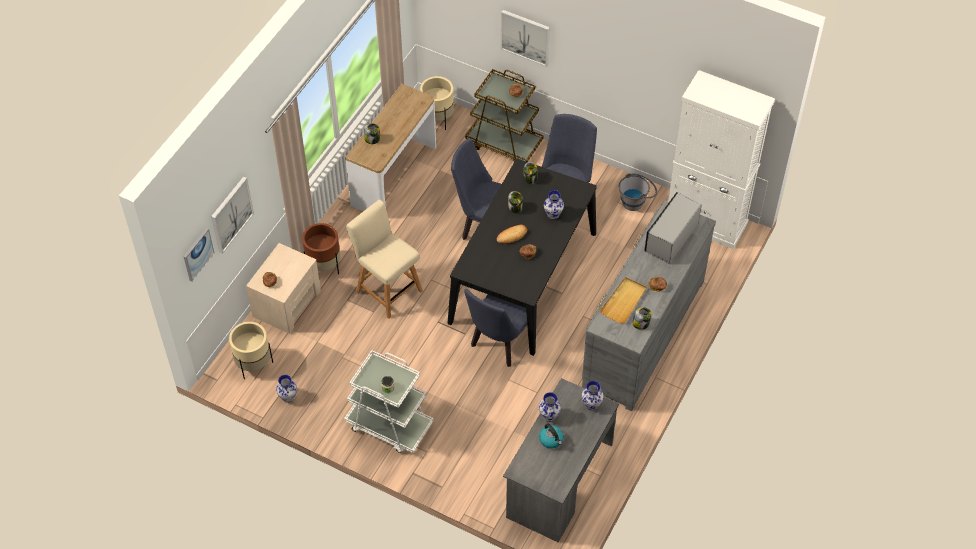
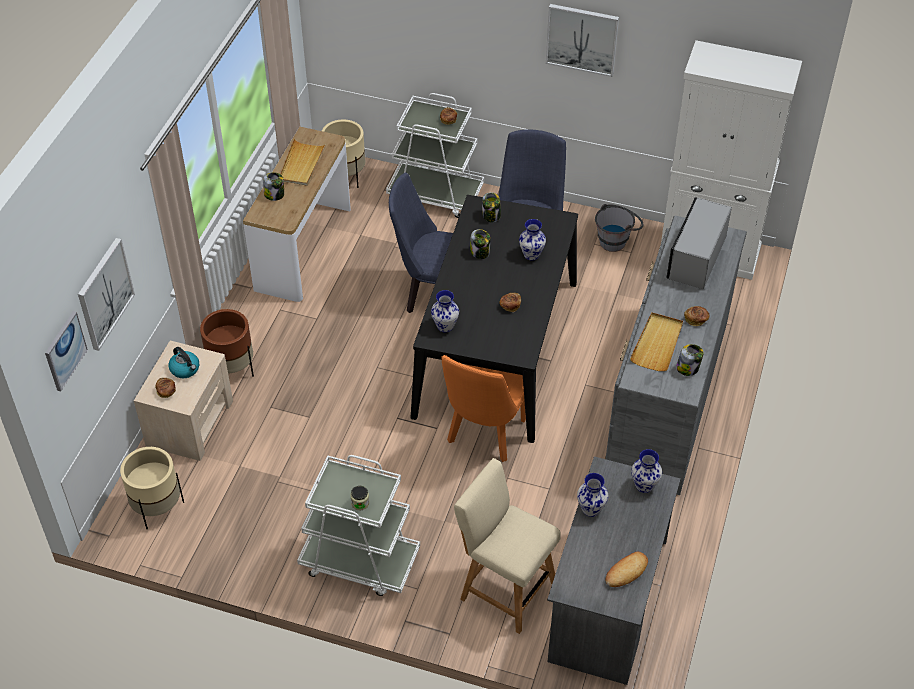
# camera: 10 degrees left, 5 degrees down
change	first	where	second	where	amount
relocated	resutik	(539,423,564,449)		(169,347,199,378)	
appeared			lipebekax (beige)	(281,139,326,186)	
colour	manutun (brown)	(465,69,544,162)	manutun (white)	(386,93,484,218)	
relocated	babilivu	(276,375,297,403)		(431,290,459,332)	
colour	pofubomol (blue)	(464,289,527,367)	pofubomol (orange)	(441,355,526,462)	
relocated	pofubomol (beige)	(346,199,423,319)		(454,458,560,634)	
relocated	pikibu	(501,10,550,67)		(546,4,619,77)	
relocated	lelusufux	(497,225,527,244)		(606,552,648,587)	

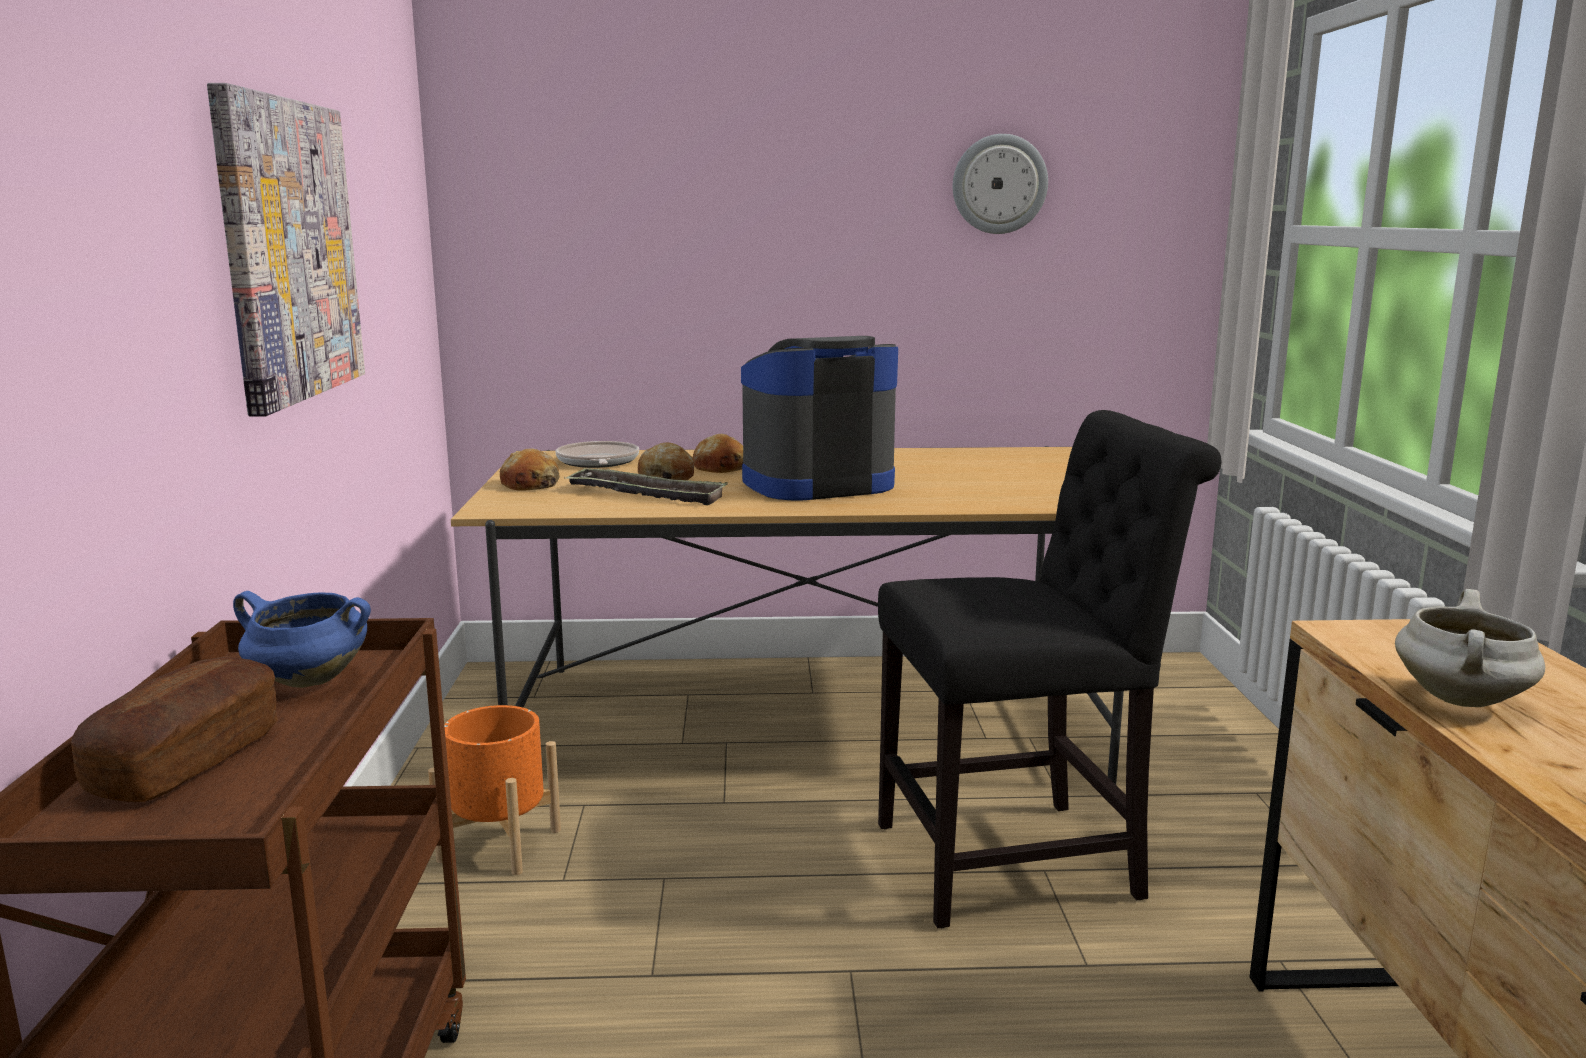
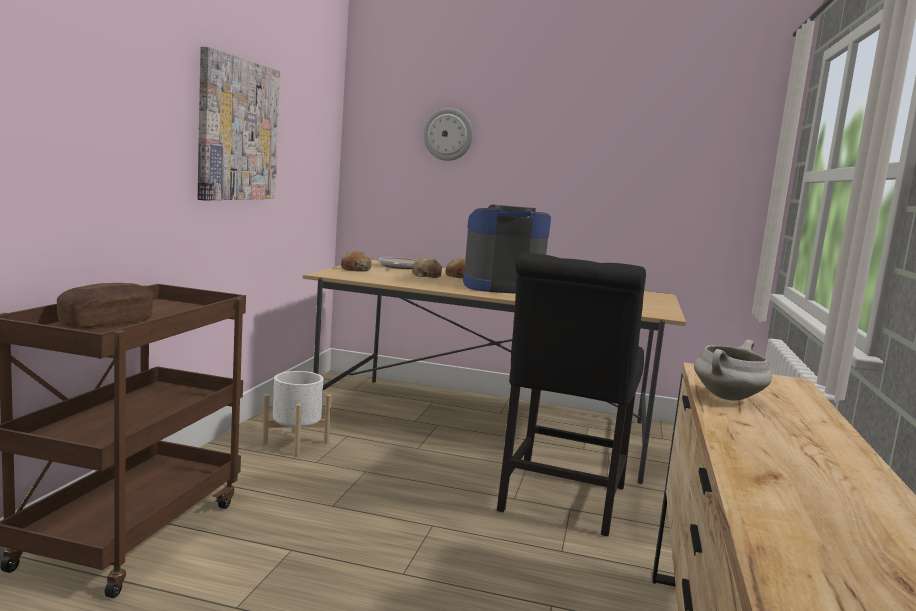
# camera: 15 degrees right, 5 degrees down
change	first	where	second	where	amount
colour	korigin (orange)	(428,705,561,875)	korigin (white)	(262,371,332,456)	
relocated	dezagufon	(953,134,1048,234)		(423,108,473,161)	
spun	pofubomol (black)	(878,410,1222,928)		(497,253,646,536)	105 degrees clockwise
missing	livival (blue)	(233,591,371,688)			
missing	lipebekax	(564,468,728,505)			

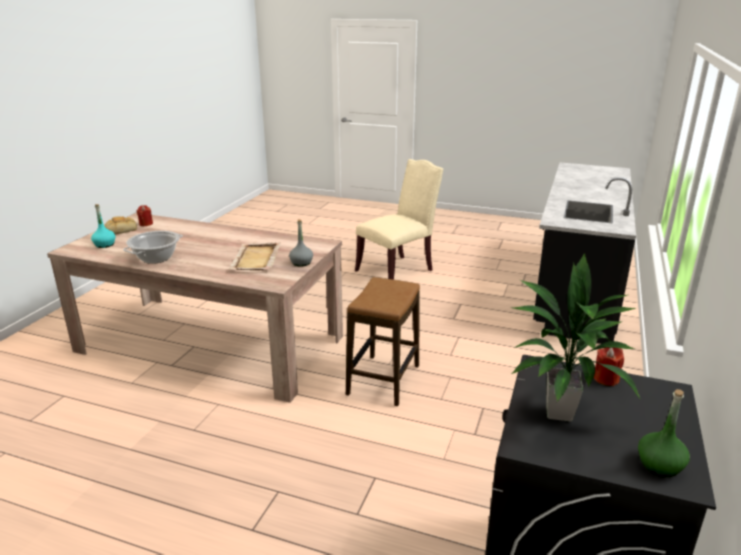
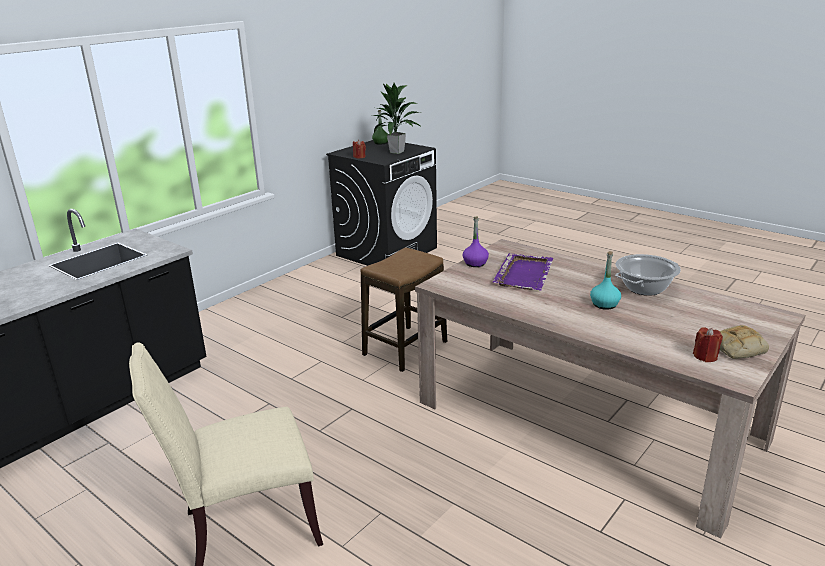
# camera: 160 degrees left, 0 degrees up
change	first	where	second	where	amount
colour	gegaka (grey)	(289,219,313,267)	gegaka (purple)	(463,217,489,267)	
colour	lipebekax (beige)	(229,242,281,270)	lipebekax (purple)	(493,253,553,290)	
relocated	gegaka (turquoise)	(91,204,115,248)		(590,251,621,310)	

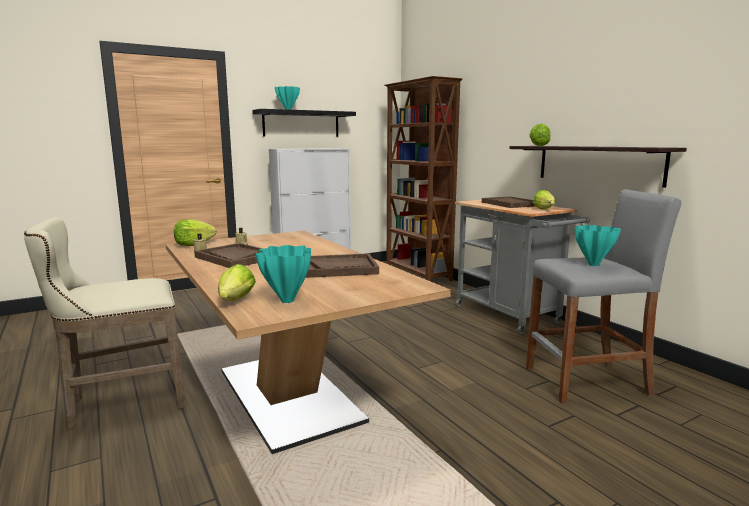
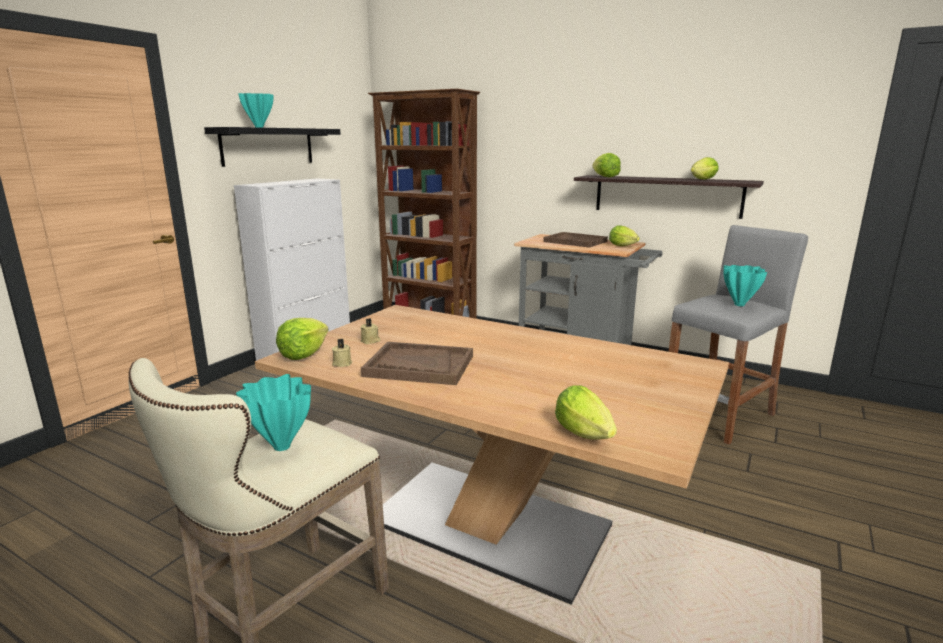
# camera: 30 degrees left, 5 degrees up
change	first	where	second	where	amount
relocated	babilivu (turquoise)	(256,245,311,303)		(236,374,311,451)	
appeared			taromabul	(691,157,719,180)	
missing	lipebekax (brown)	(305,254,379,278)			

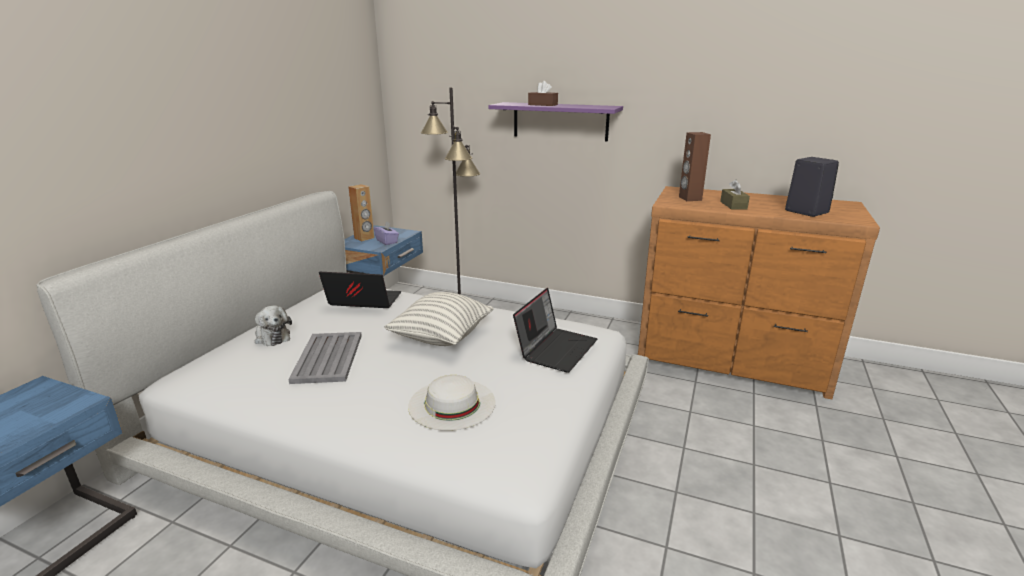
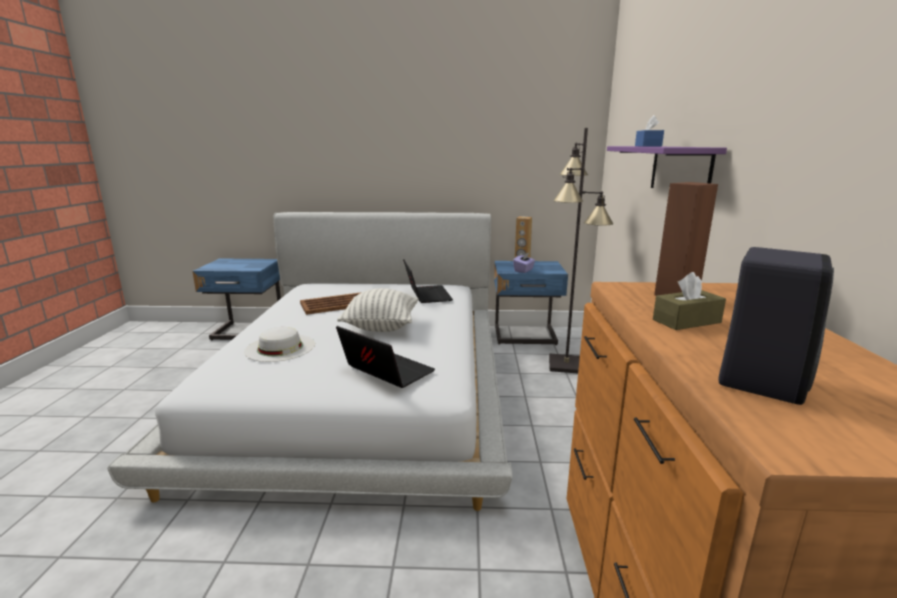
# camera: 70 degrees right, 5 degrees down
change	first	where	second	where	amount
colour	lipebekax (grey)	(288,332,362,384)	lipebekax (brown)	(300,292,361,315)	
spun	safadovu	(513,288,597,373)		(336,326,435,388)	150 degrees counterclockwise
colour	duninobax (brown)	(528,81,558,106)	duninobax (blue)	(635,115,664,147)	
missing	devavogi	(255,305,292,346)			

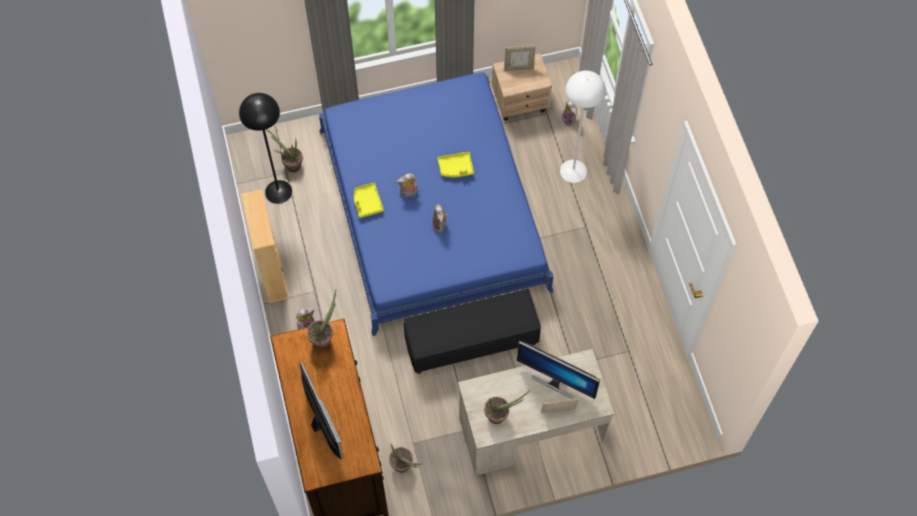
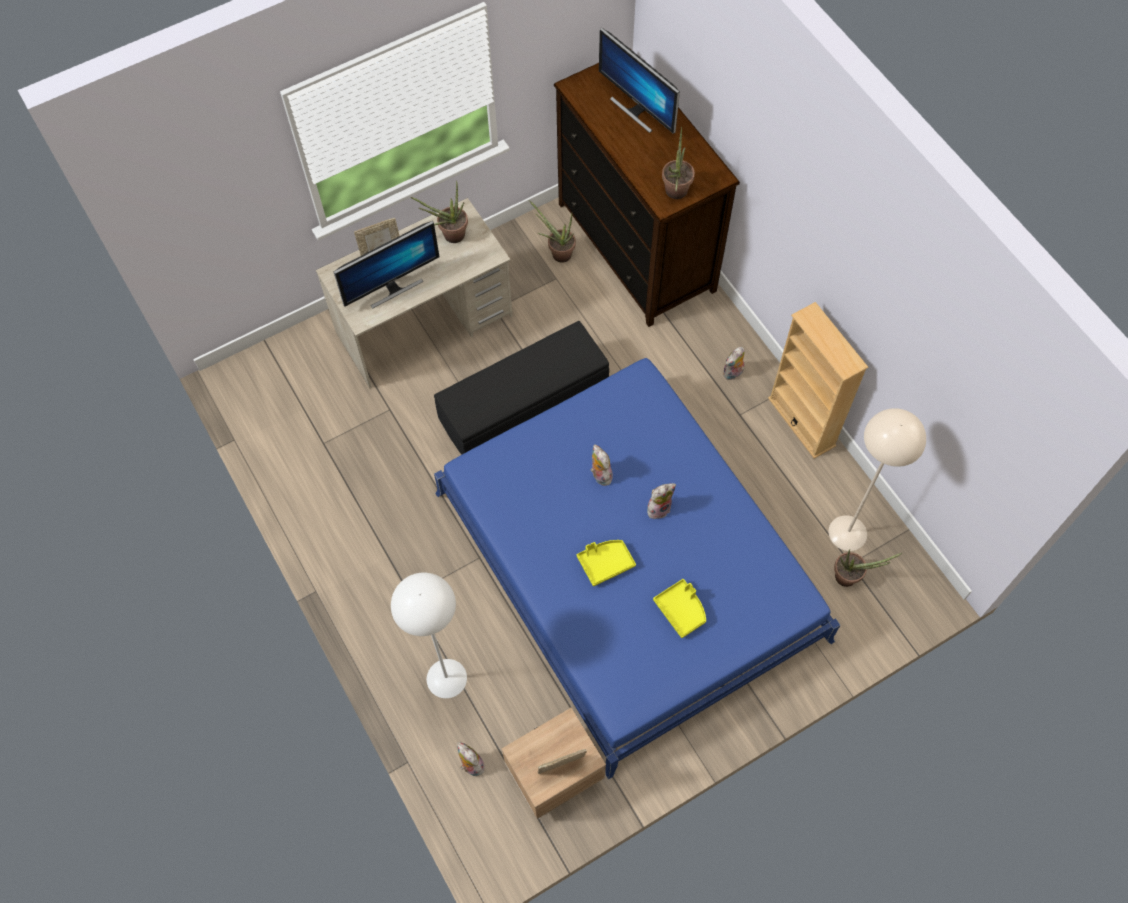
# camera: 165 degrees right, 0 degrees up
change	first	where	second	where	amount
spun	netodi	(517,341,600,399)		(334,221,439,309)	135 degrees clockwise
relocated	lipebekax (yellow)	(354,183,384,218)		(653,579,706,638)	
colour	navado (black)	(239,93,292,204)	navado (beige)	(828,408,926,551)	

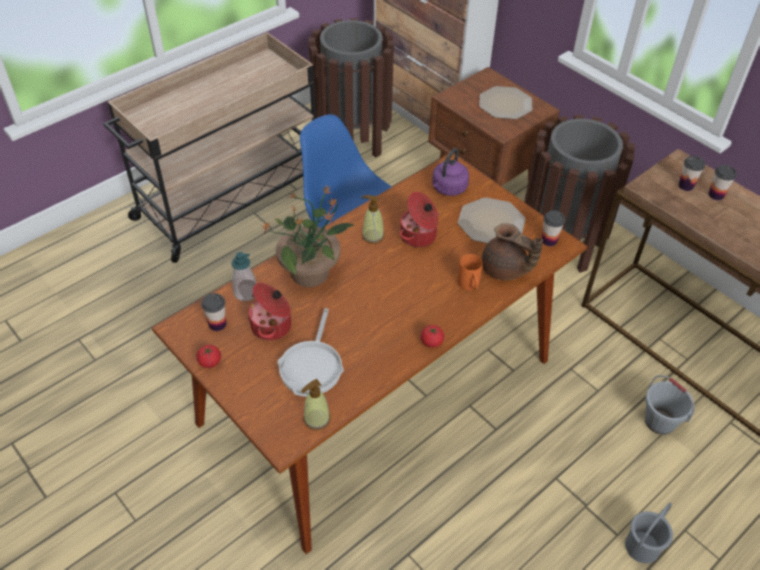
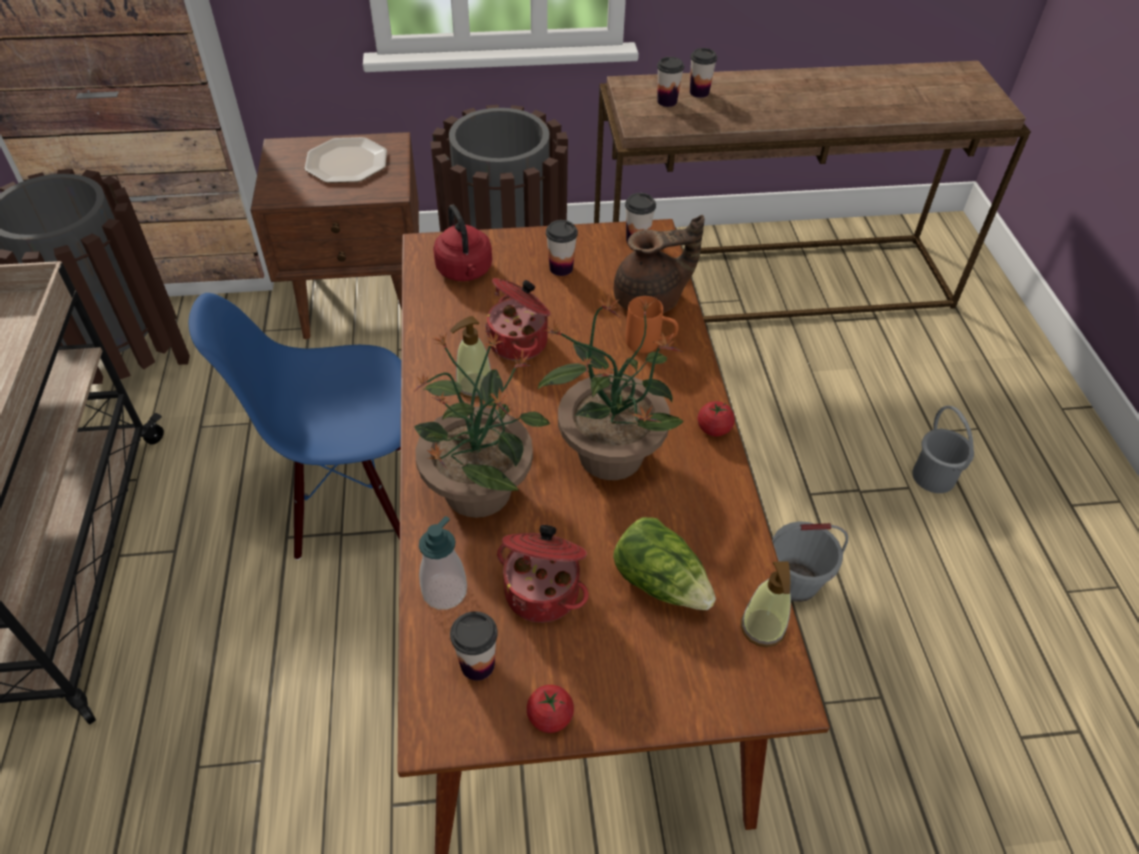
# camera: 55 degrees left, 0 degrees up
change	first	where	second	where	amount
colour	resutik (purple)	(432,148,469,196)	resutik (red)	(433,205,492,281)	
appeared			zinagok	(537,294,684,480)	
exchanged	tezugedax	(458,198,526,243)	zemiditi	(546,220,578,276)	
exchanged	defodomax	(277,308,344,397)	taromabul	(613,517,716,610)	
relocated	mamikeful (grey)	(645,375,695,435)		(772,521,848,602)	

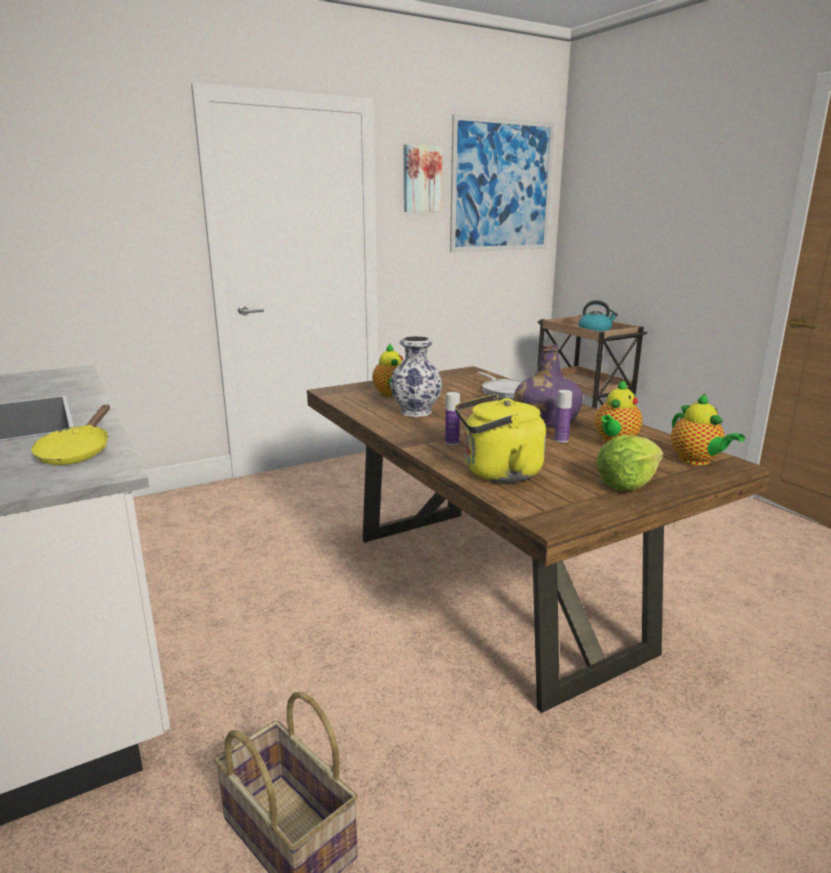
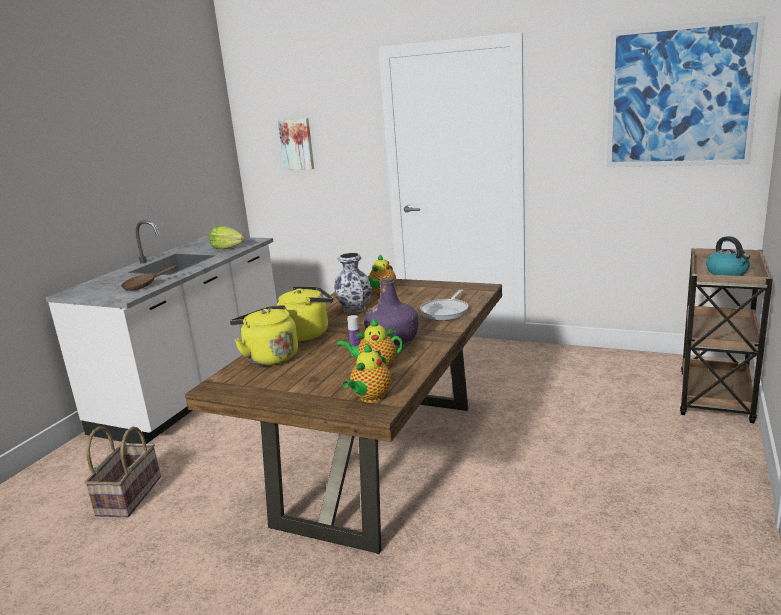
# camera: 55 degrees right, 0 degrees up
change	first	where	second	where	amount
colour	defodomax (yellow)	(31,405,110,465)	defodomax (brown)	(121,265,177,291)	
relocated	taromabul	(597,435,663,491)		(209,226,245,249)	
exchanged	gegaka	(445,392,460,445)	resutik (yellow)	(277,286,333,341)	
relocated	pikibu	(404,144,442,212)		(278,118,314,170)	

